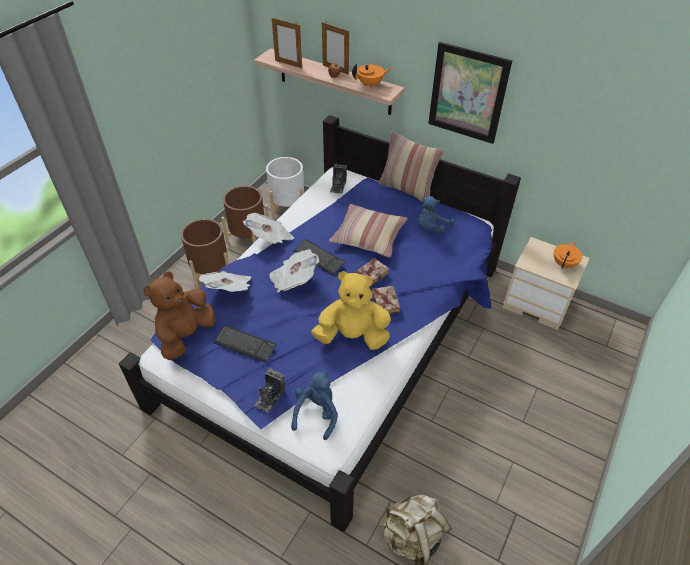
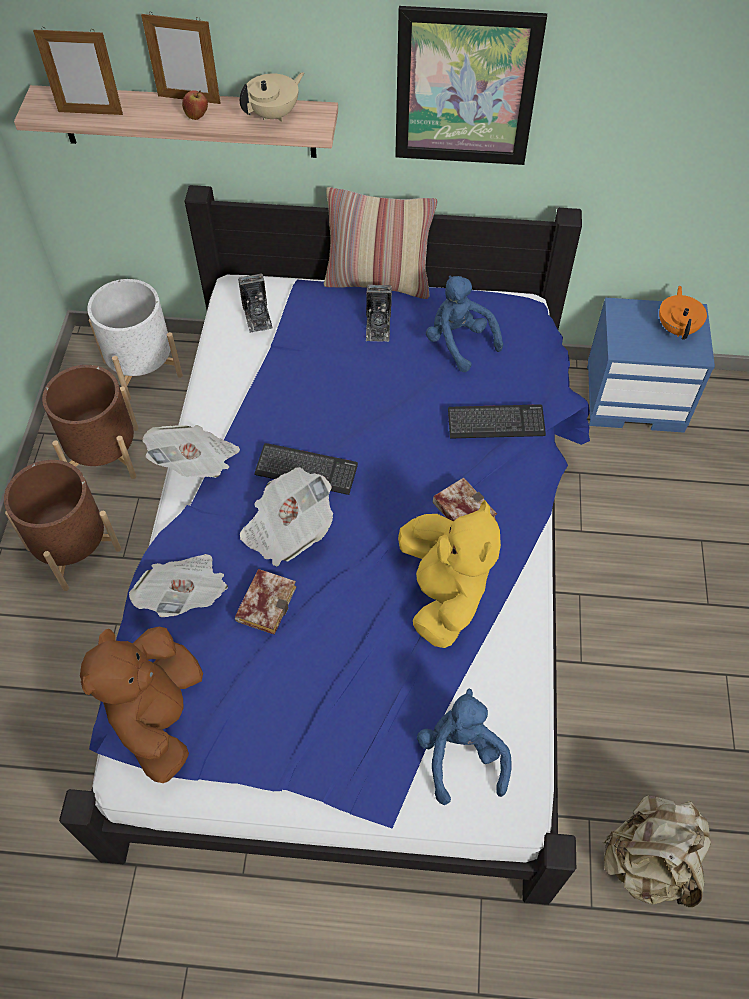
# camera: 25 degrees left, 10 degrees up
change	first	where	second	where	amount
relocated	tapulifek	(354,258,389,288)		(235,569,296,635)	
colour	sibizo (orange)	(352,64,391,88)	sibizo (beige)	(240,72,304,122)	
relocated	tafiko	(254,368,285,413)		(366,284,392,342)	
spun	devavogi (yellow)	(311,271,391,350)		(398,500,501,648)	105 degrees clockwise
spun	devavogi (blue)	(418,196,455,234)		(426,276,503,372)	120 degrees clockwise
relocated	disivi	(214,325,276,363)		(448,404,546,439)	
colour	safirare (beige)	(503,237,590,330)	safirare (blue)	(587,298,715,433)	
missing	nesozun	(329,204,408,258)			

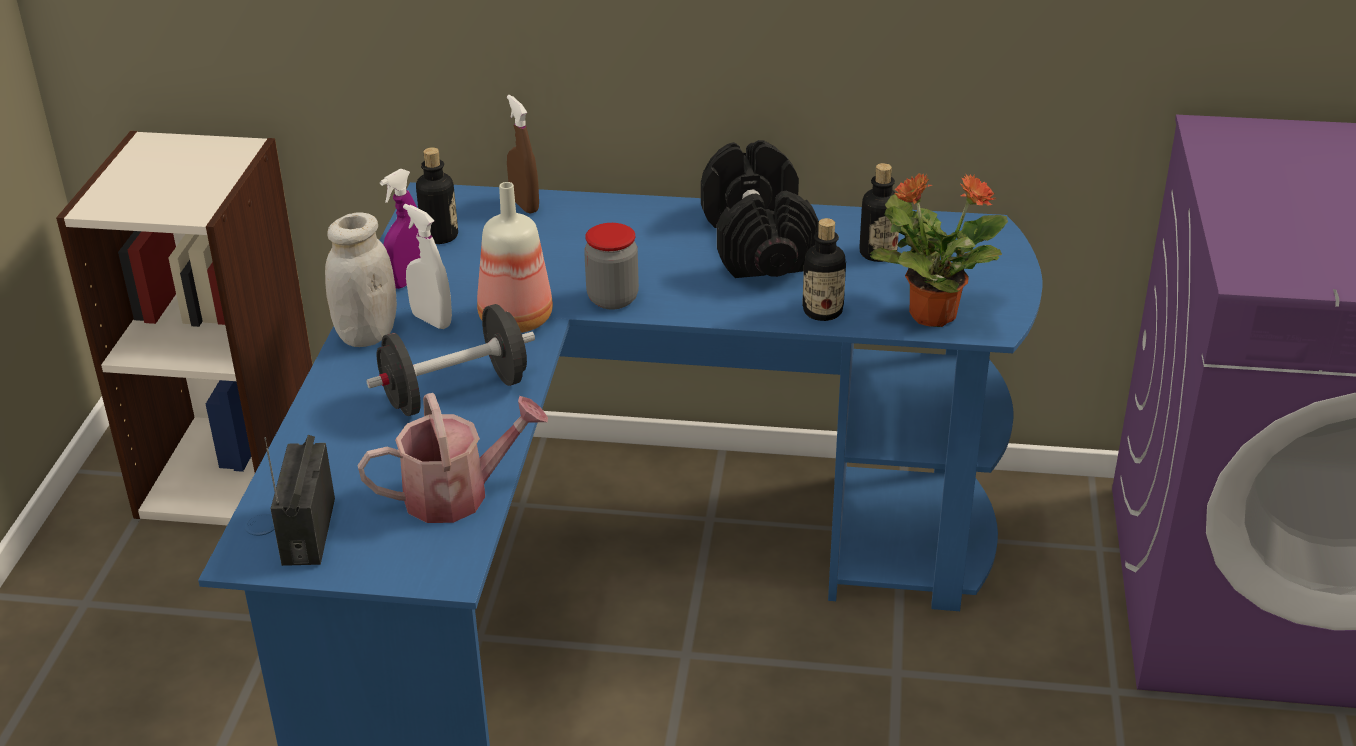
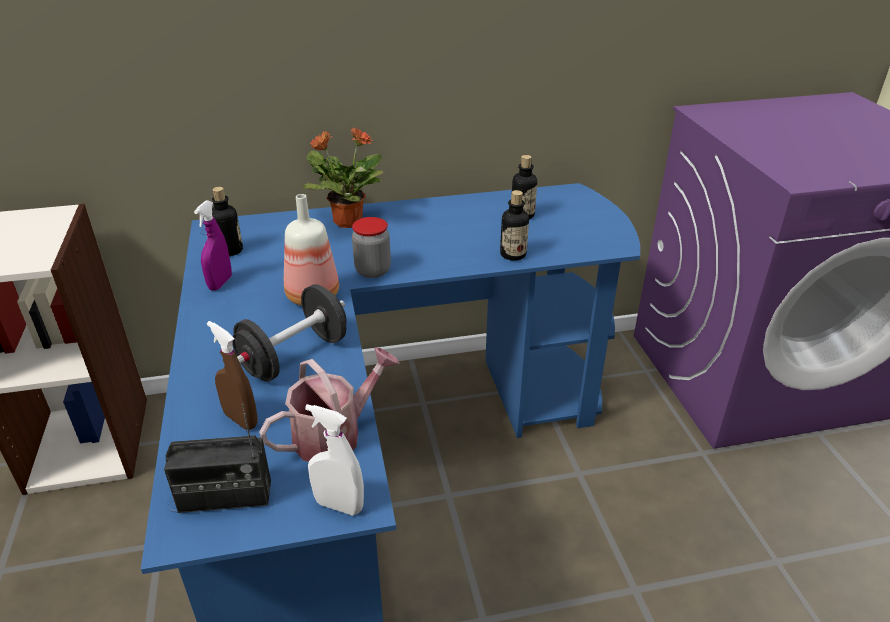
# camera: 20 degrees left, 0 degrees up
change	first	where	second	where	amount
spun	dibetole	(264,435,335,566)		(164,404,271,513)	75 degrees counterclockwise
relocated	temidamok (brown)	(507,95,539,214)		(207,321,258,430)	
relocated	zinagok	(870,173,1008,327)		(302,127,384,228)	
relocated	temidamok (white)	(403,204,452,329)		(305,404,364,516)	
missing	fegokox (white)	(325,212,397,347)			
missing	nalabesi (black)	(701,140,819,278)			

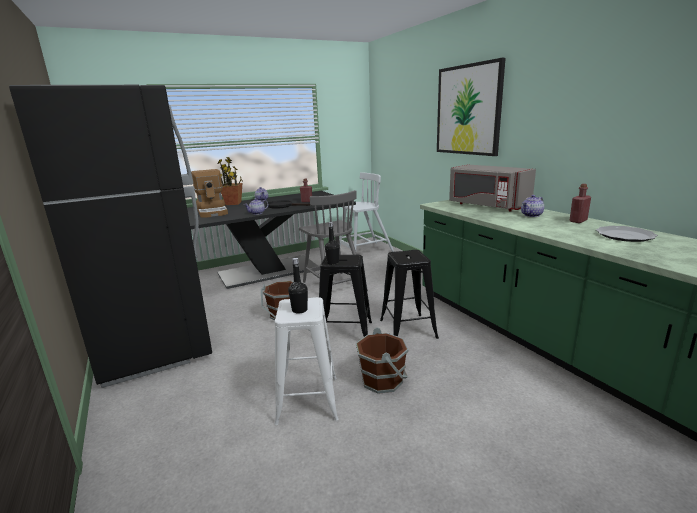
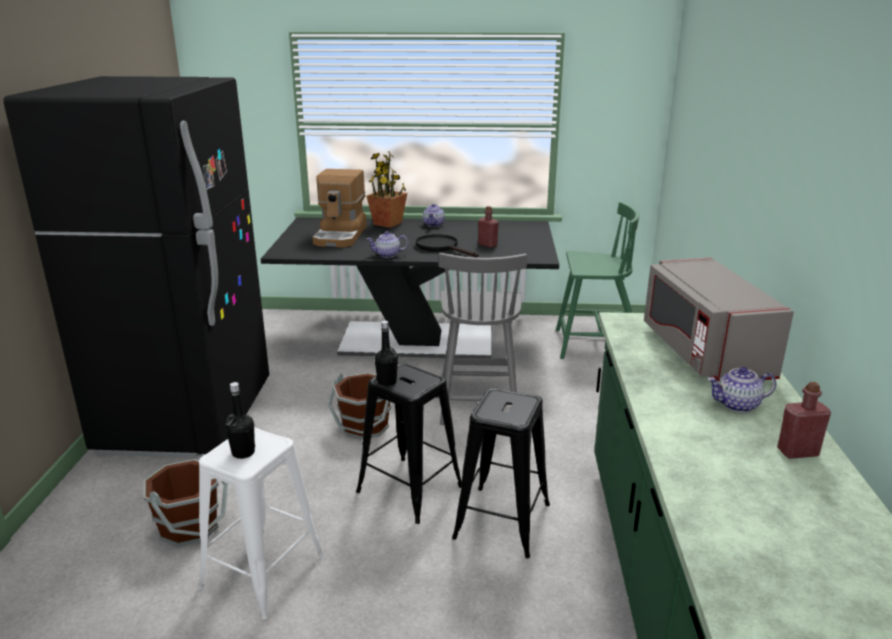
# camera: 30 degrees right, 5 degrees up
change	first	where	second	where	amount
relocated	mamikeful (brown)	(356,327,408,394)		(144,454,228,547)	
colour	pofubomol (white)	(339,172,394,252)	pofubomol (green)	(556,202,639,359)	
missing	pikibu	(437,58,506,156)			
missing	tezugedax	(596,226,658,242)			

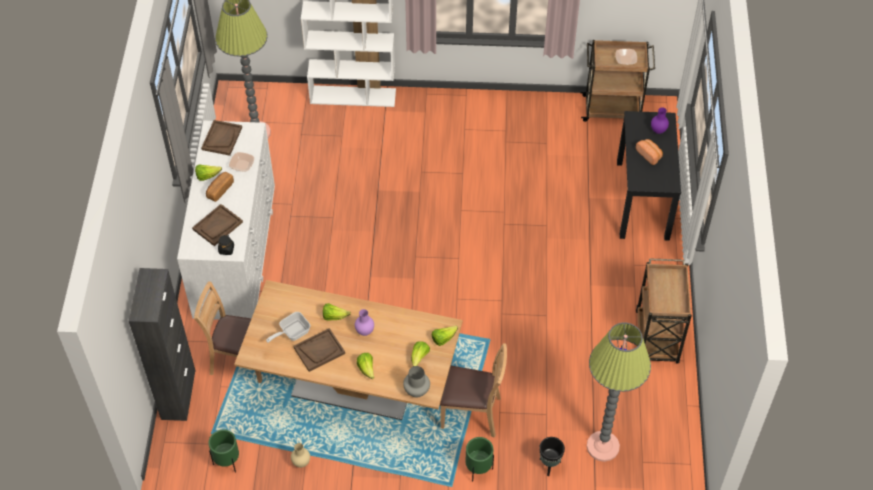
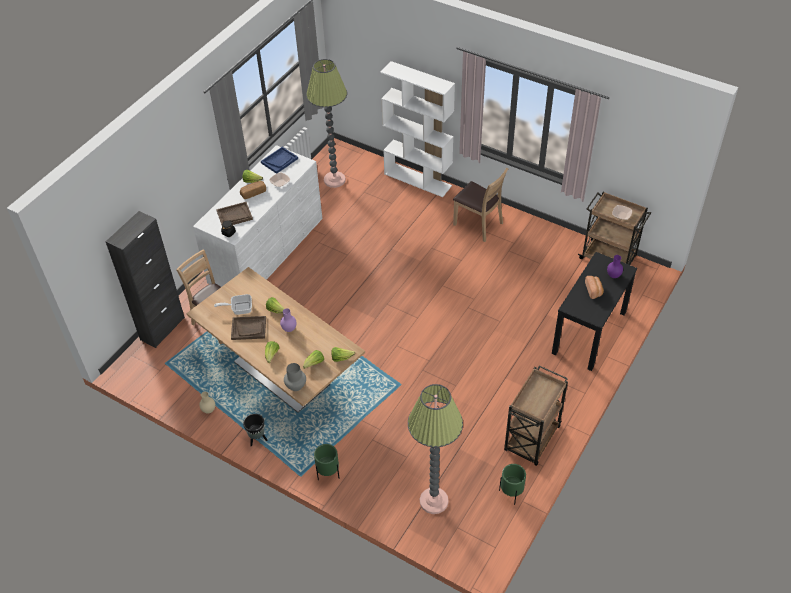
# camera: 30 degrees right, 5 degrees down
change	first	where	second	where	amount
relocated	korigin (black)	(539,437,565,476)		(243,414,267,446)	
colour	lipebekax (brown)	(201,120,242,156)	lipebekax (blue)	(261,147,298,174)	
relocated	pofubomol (brown)	(440,343,507,438)		(453,167,509,242)	
relocated	korigin (green)	(208,430,239,473)		(499,464,526,505)	

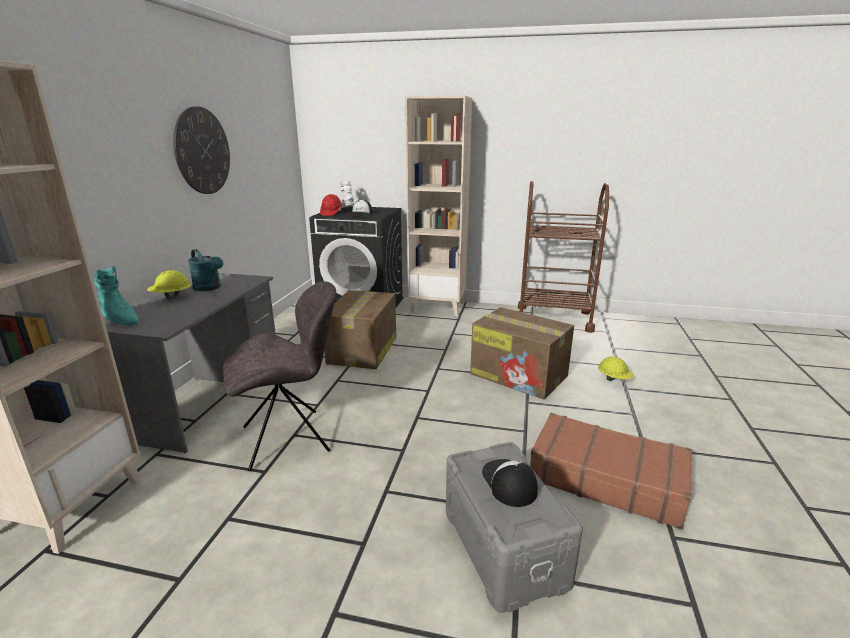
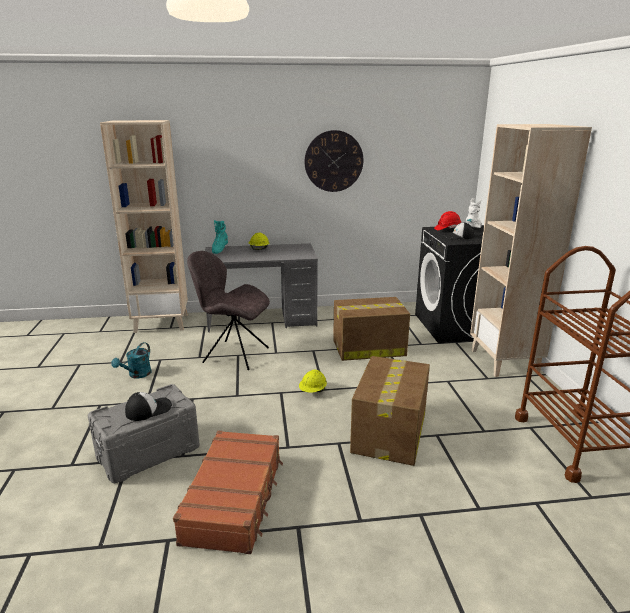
# camera: 70 degrees right, 0 degrees up
change	first	where	second	where	amount
relocated	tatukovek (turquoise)	(188,249,223,291)		(111,342,152,378)	
spun	pofubomol (grey)	(223,281,336,471)		(187,251,270,370)	150 degrees clockwise
relocated	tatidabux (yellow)	(598,356,634,381)		(299,370,327,392)	

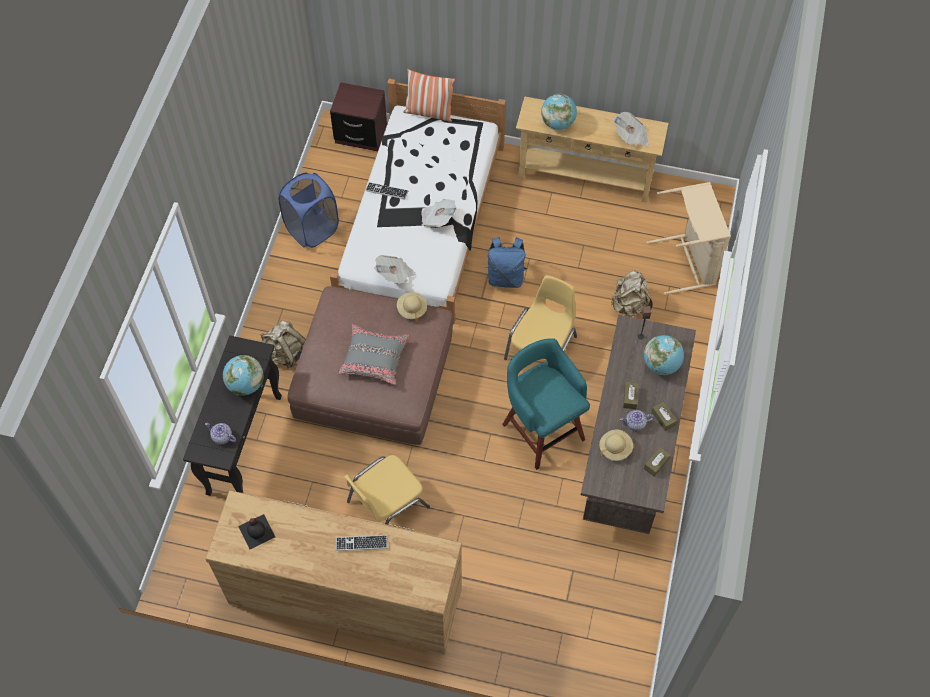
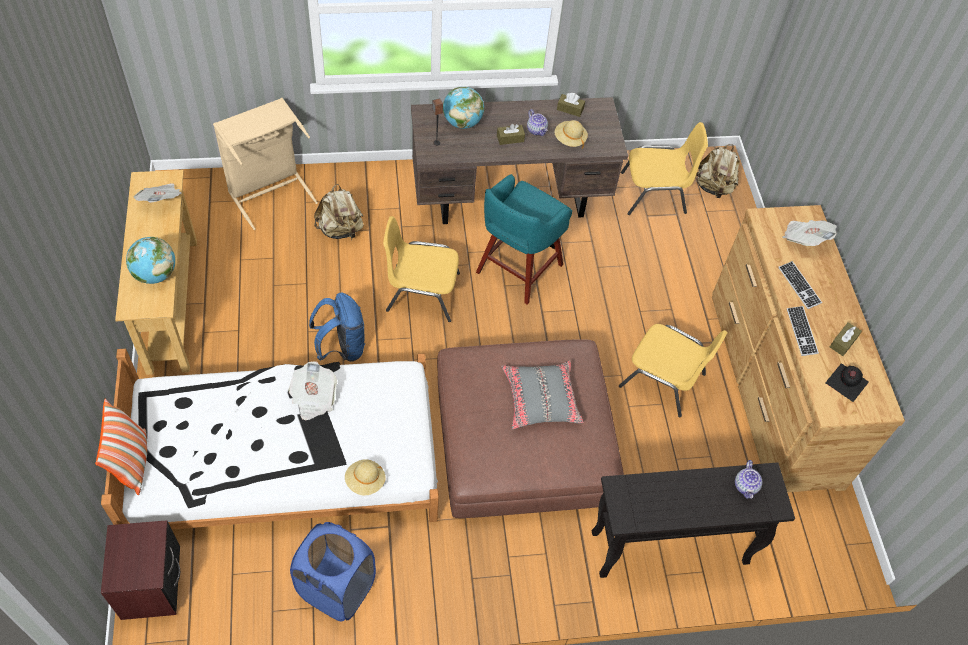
# camera: 115 degrees left, 5 degrees down
change	first	where	second	where	amount
relocated	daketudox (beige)	(397,292,427,322)		(345,459,386,496)	
appeared			pofubomol (yellow)	(621,122,708,215)	
relocated	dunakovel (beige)	(261,321,306,369)		(696,144,740,198)	
relocated	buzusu	(374,255,416,284)		(782,220,837,246)	
relocated	disivi	(365,182,408,199)		(787,306,819,356)	
relocated	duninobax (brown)	(652,401,677,431)		(830,322,862,356)	
missing	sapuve	(223,355,264,396)			

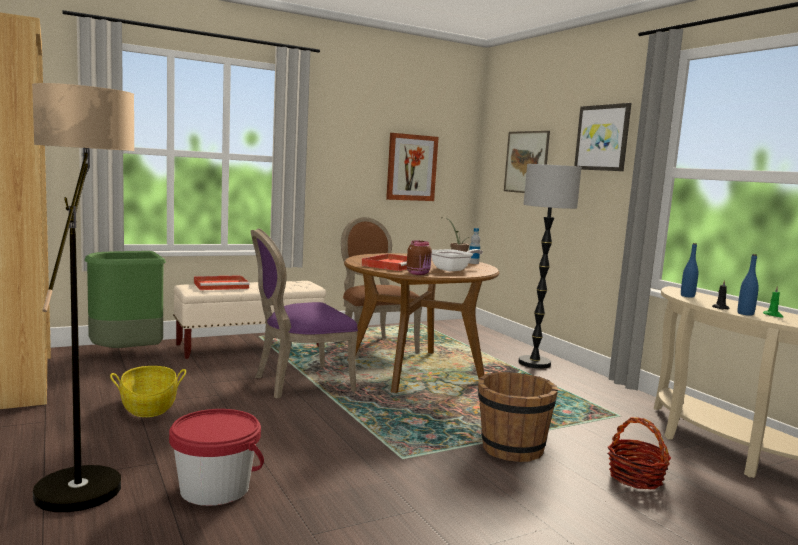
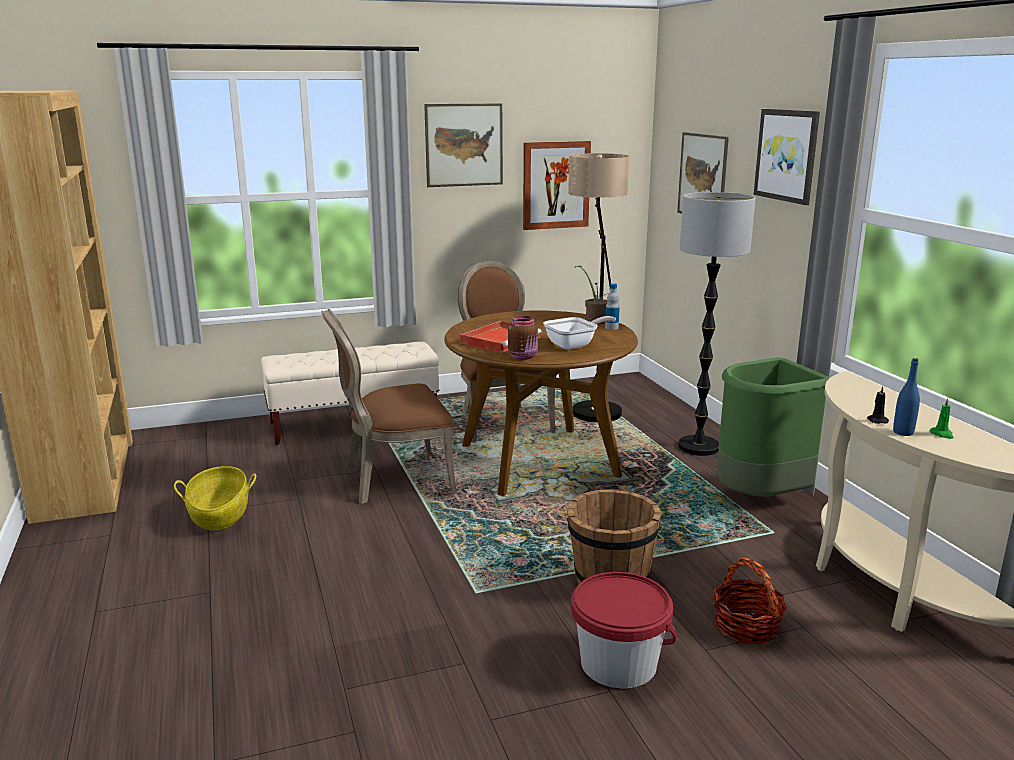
# camera: 10 degrees right, 10 degrees up
change	first	where	second	where	amount
colour	pofubomol (purple)	(251,228,358,398)	pofubomol (brown)	(321,309,457,504)	
appeared			pikibu	(424,104,503,187)	
relocated	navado	(32,83,135,512)		(568,153,629,422)	
relocated	mamikeful (red)	(169,409,264,506)		(571,572,677,688)	
relocated	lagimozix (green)	(84,251,166,348)		(717,357,829,497)	
missing	lipebekax (red)	(194,275,250,290)			
missing	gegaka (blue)	(681,243,698,298)			

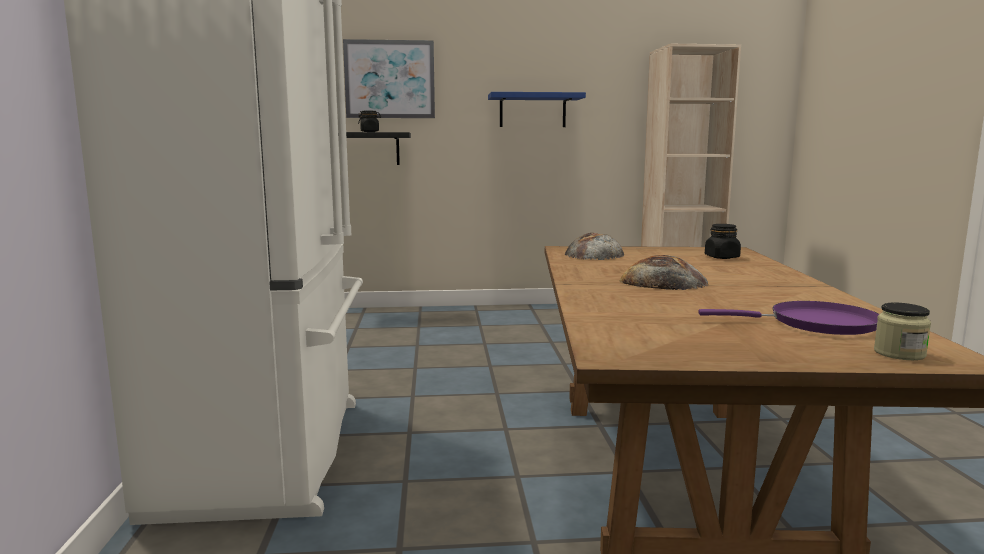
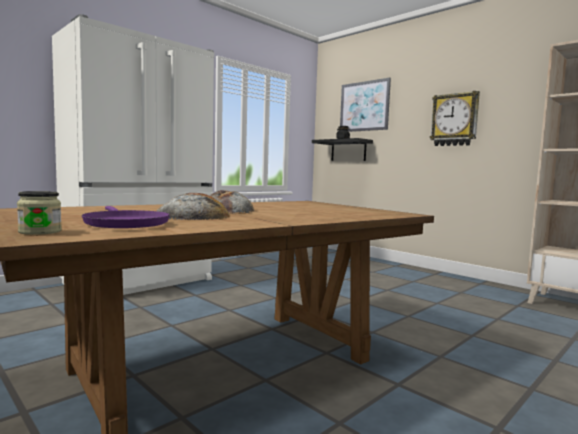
# camera: 50 degrees right, 5 degrees down
change	first	where	second	where	amount
relocated	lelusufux	(564,233,624,260)		(157,193,230,220)	
exchanged	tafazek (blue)	(488,92,586,127)	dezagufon	(430,91,480,146)	
missing	fegokox (black)	(705,224,741,259)			

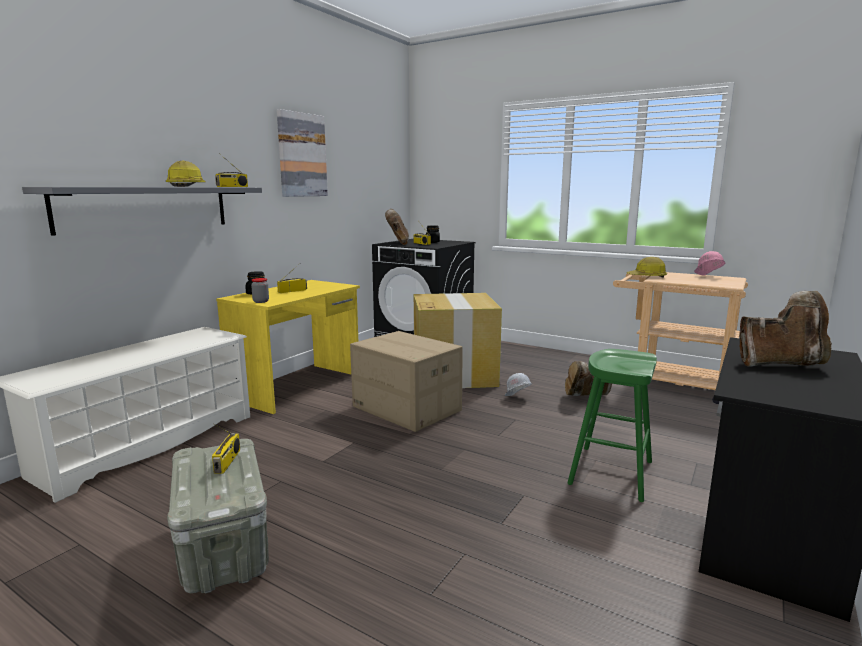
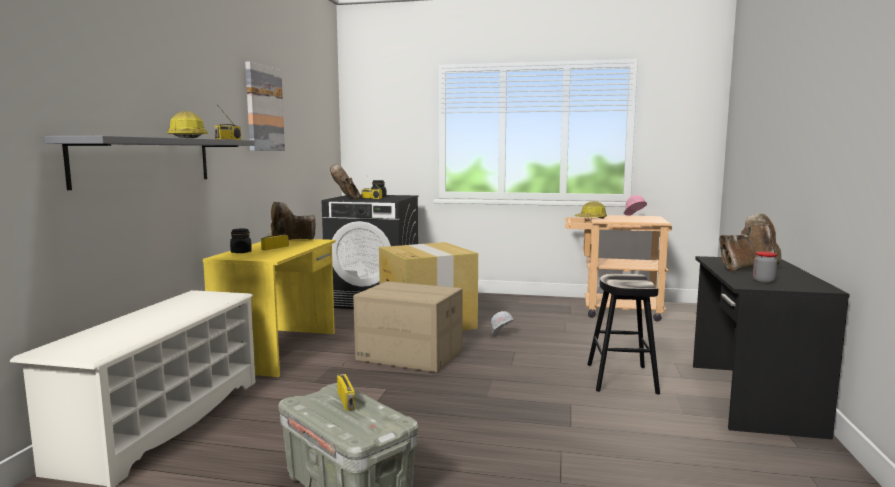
# camera: 20 degrees left, 5 degrees down
change	first	where	second	where	amount
relocated	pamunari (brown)	(565,361,612,396)		(271,202,316,240)	
colour	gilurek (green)	(567,349,657,502)	gilurek (black)	(587,274,660,395)	
relocated	fegokox	(251,278,269,303)		(753,252,777,284)	

